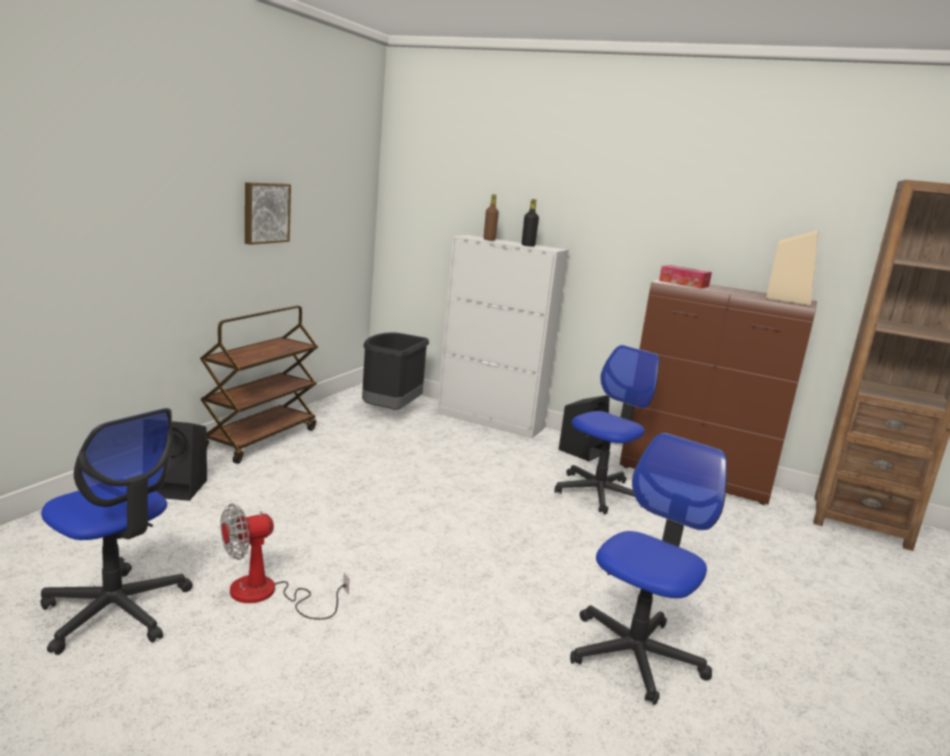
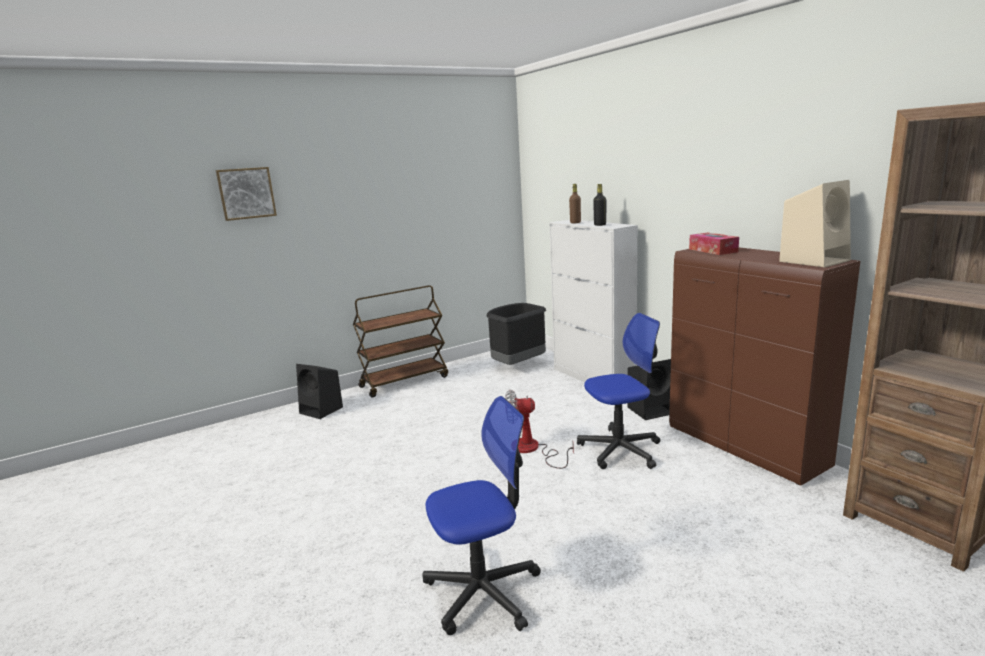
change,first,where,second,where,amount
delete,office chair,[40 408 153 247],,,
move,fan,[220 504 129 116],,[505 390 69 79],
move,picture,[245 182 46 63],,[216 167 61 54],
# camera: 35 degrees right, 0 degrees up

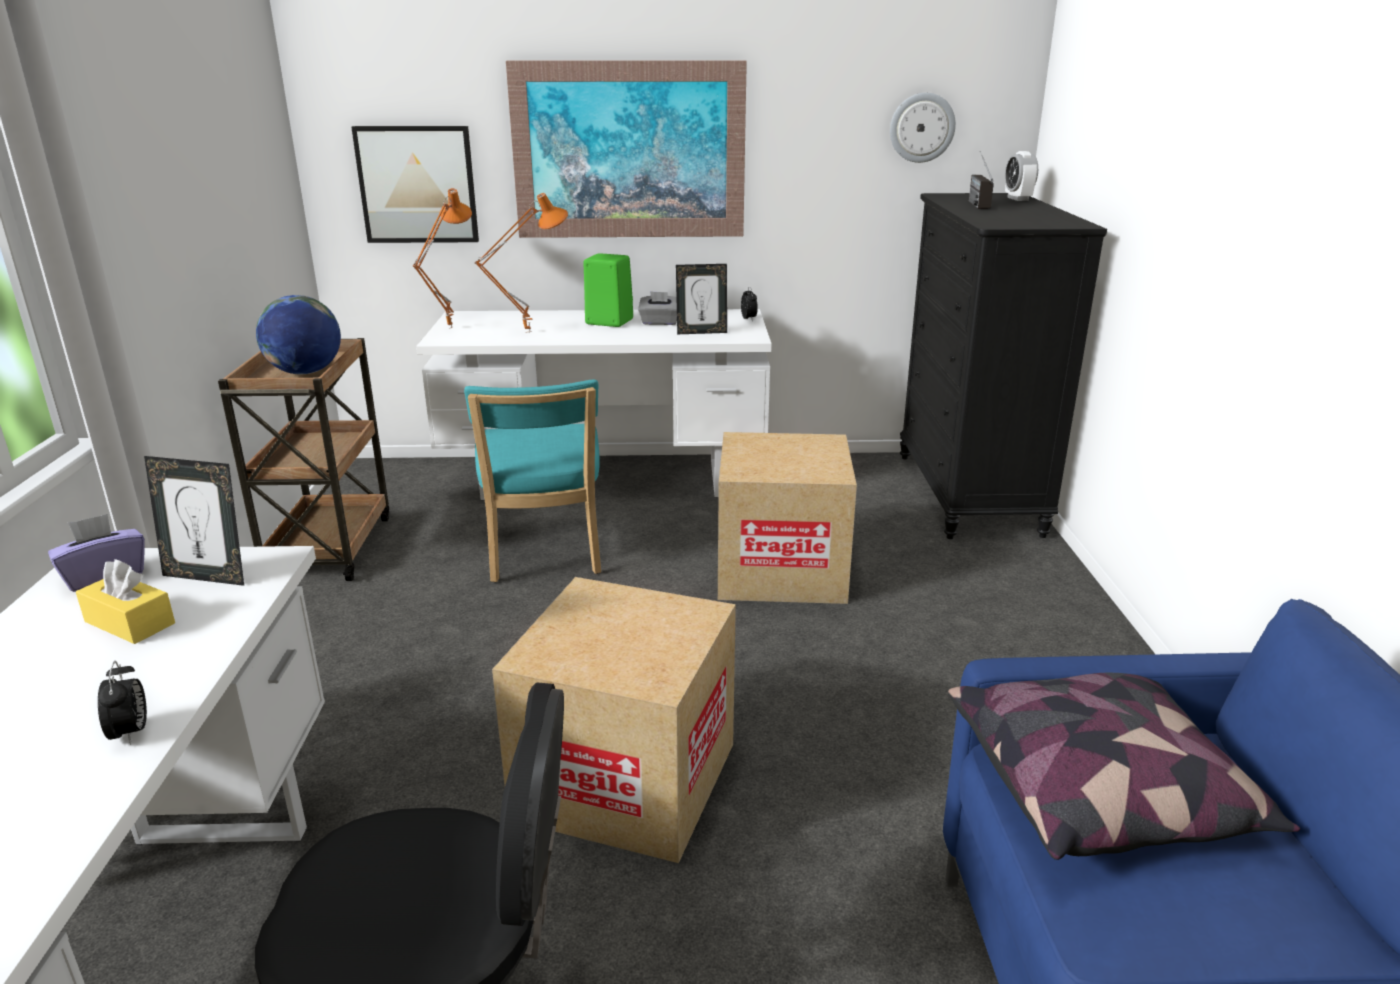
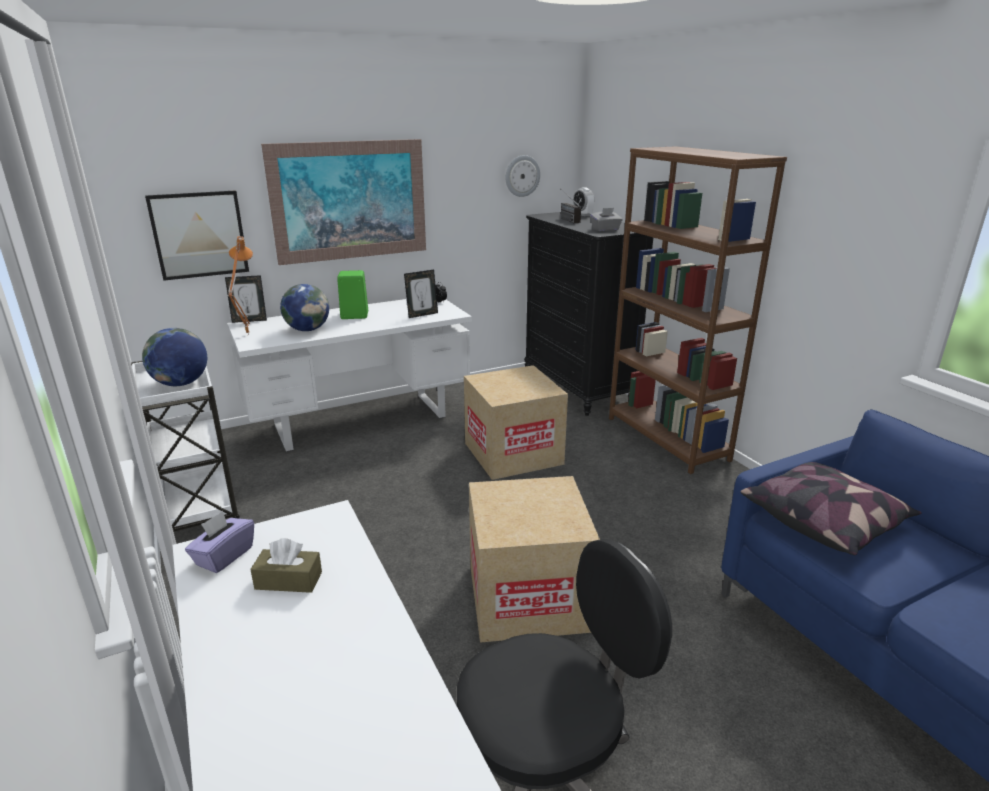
change,first,where,second,where,amount
recolor,tissue box/yellow,[76 559 99 85],tissue box/brown,[250 538 72 55],
delete,alarm clock,[98 661 49 84],,,
move,picture frame,[144 456 100 130],,[225 275 42 48],
recolor,cart/brown,[218 338 171 243],cart/white,[131 361 109 171],
delete,chair/turquoise,[464 379 137 203],,,
replace,table lamp/orange,[475 193 93 140],globe,[280 284 49 47],
move,tissue box/grey,[638 291 39 34],,[591 208 32 23],
insert,,,bookcase/brown,[609 146 178 328],
# camera: 25 degrees left, 0 degrees up

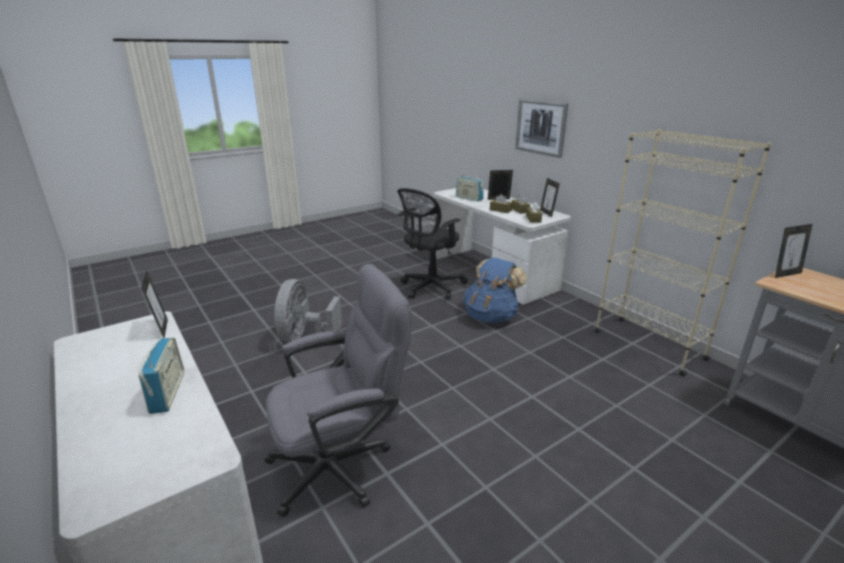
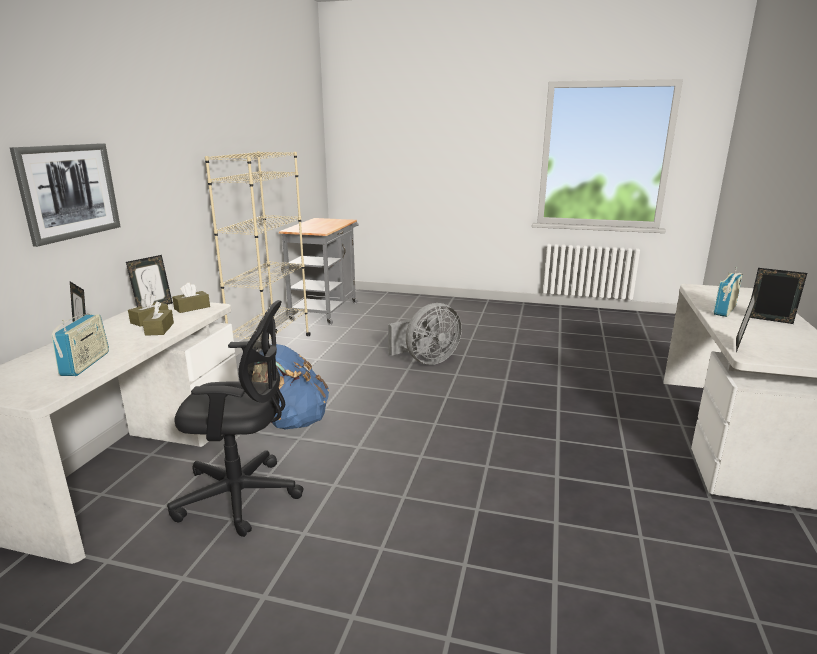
change,first,where,second,where,amount
delete,office chair/grey,[265 264 146 253],,,
move,fan/grey,[274 279 68 63],,[388 303 74 62],
move,picture frame,[775 224 37 54],,[750 268 57 56],
# camera: 130 degrees left, 5 degrees down

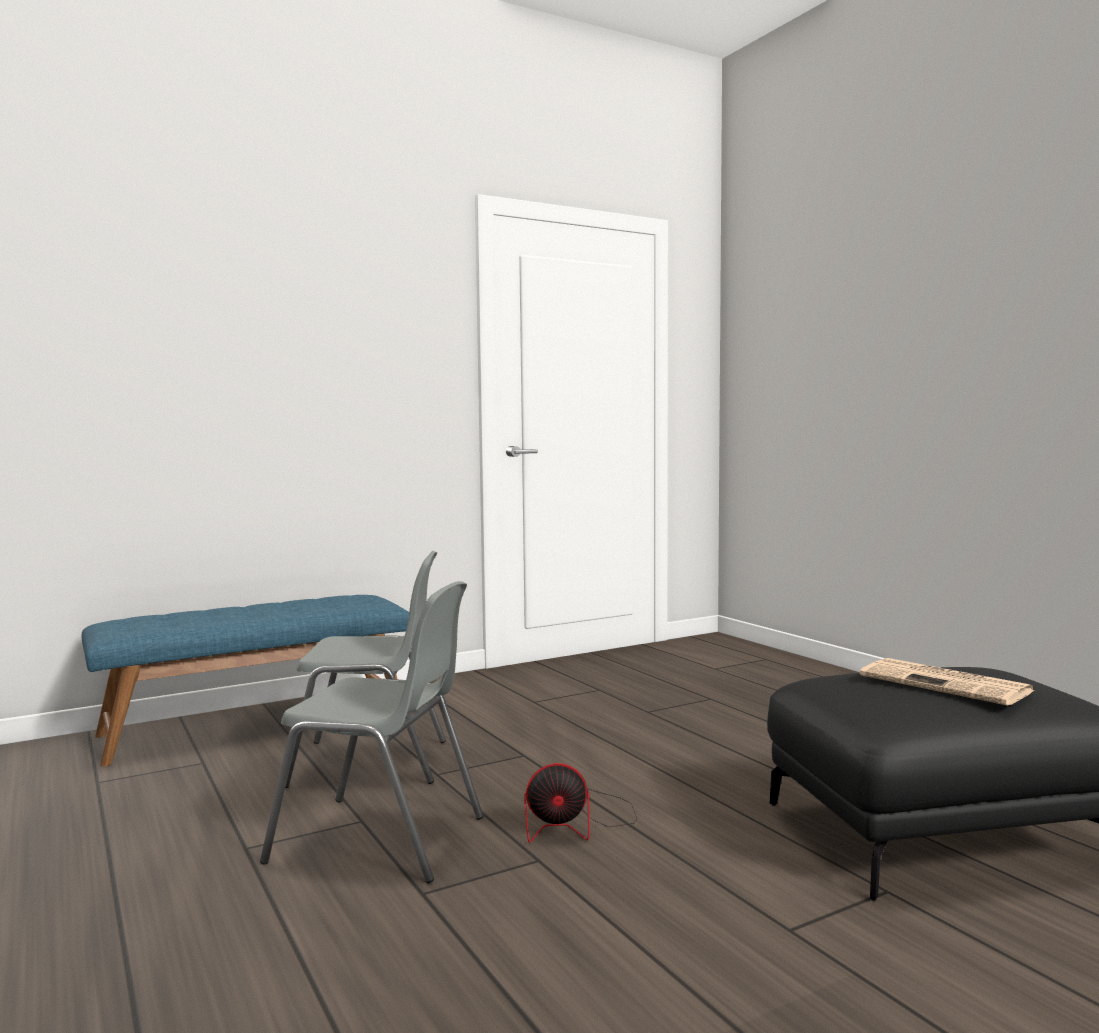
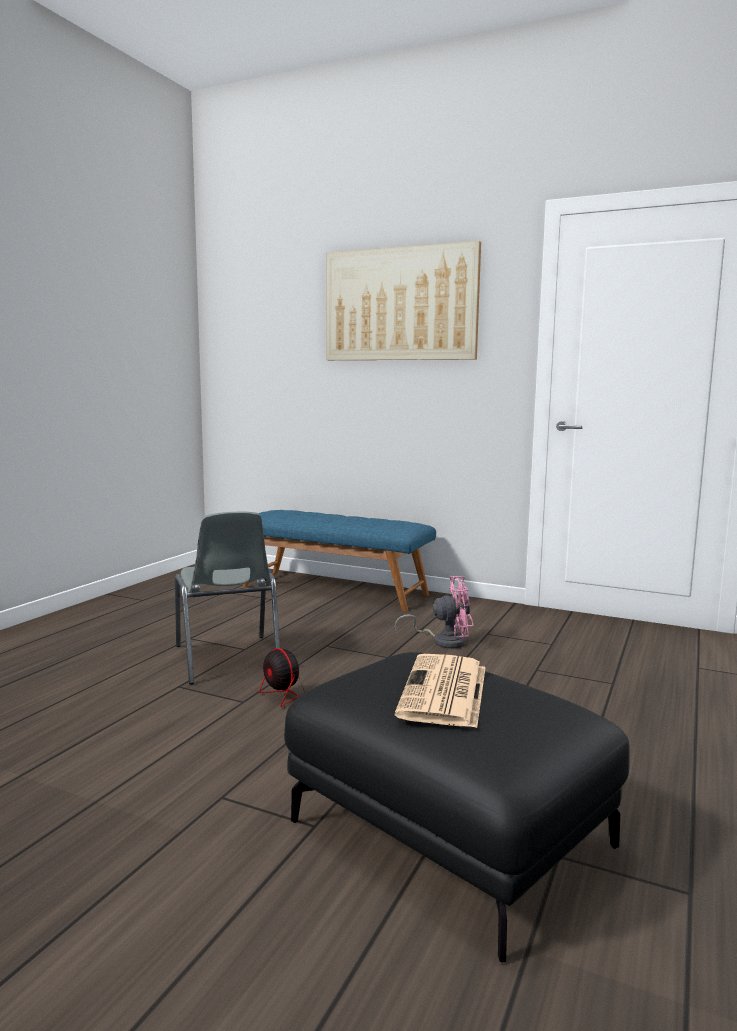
change,first,where,second,where,amount
delete,chair/grey,[285 551 161 237],,,
insert,,,picture,[326 241 155 119],
insert,,,fan/pink,[395 576 79 73],
# camera: 55 degrees right, 5 degrees up

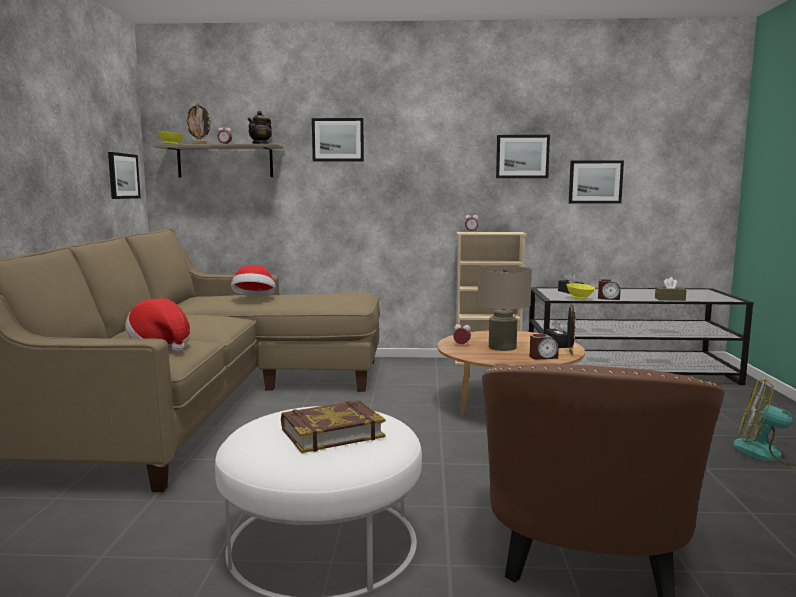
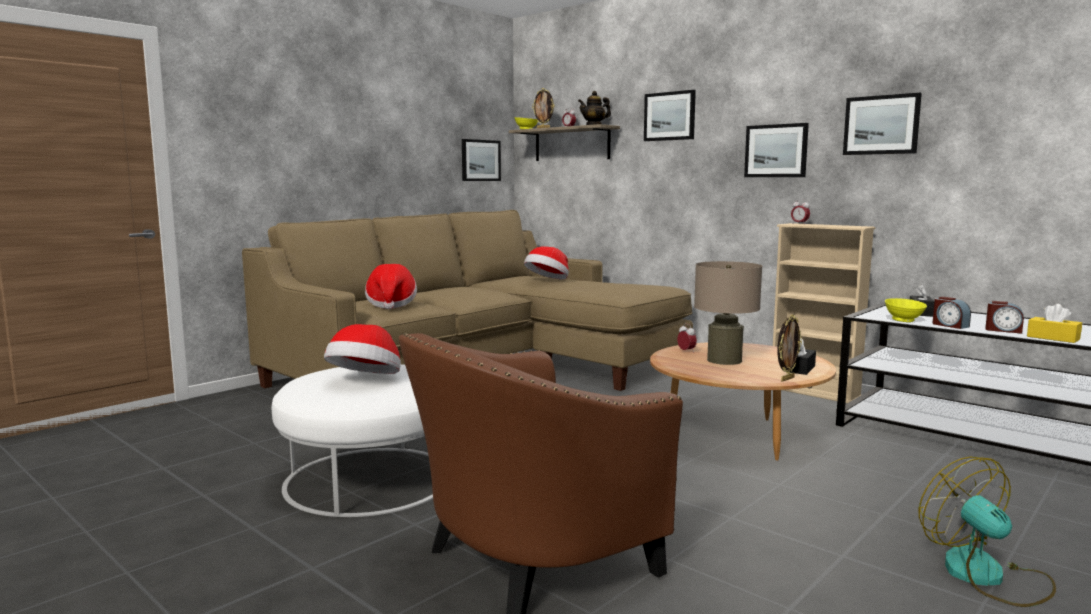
change,first,where,second,where,amount
replace,book,[281 400 104 53],hat,[324 324 77 50],
move,alarm clock,[530 334 29 25],,[985 301 39 33],
move,picture,[569 160 55 44],,[744 123 65 54],
recolor,tissue box/brown,[655 277 31 24],tissue box/yellow,[1027 304 55 39],
# camera: 40 degrees right, 0 degrees up

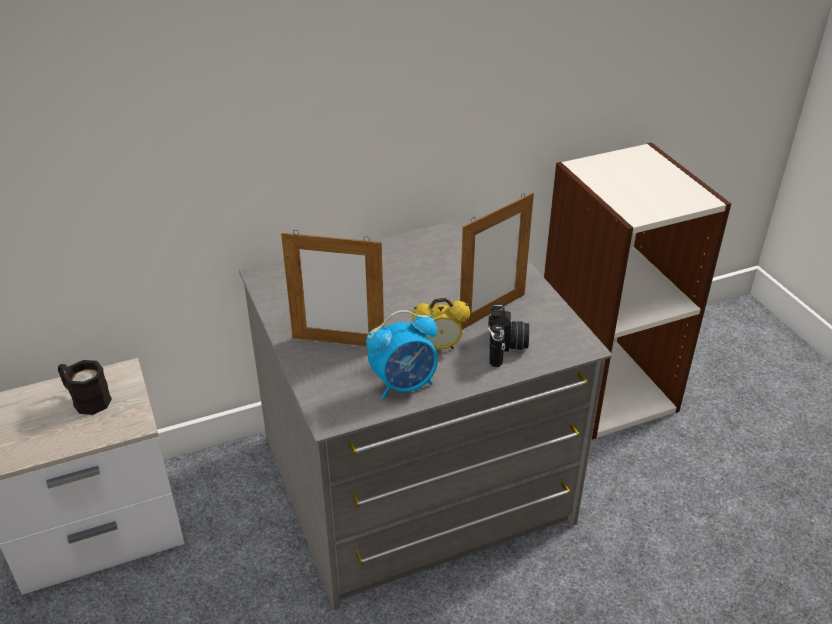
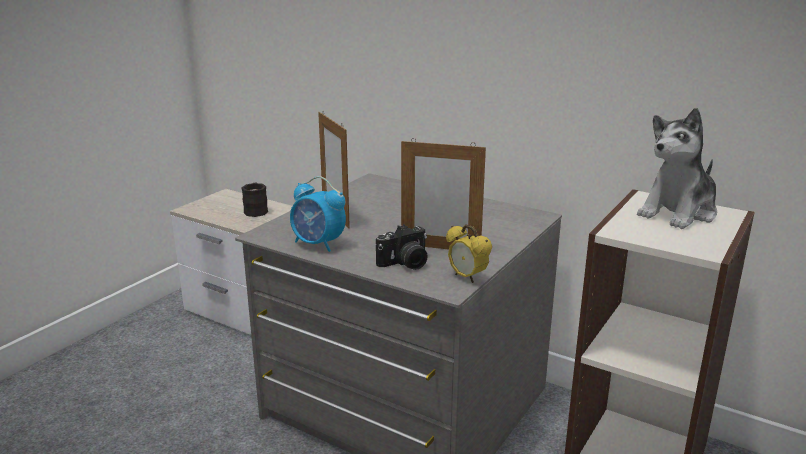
change,first,where,second,where,amount
move,alarm clock,[412 298 58 51],,[446 224 46 59],
insert,,,plush toy,[637 108 80 121],
# camera: 55 degrees right, 15 degrees down

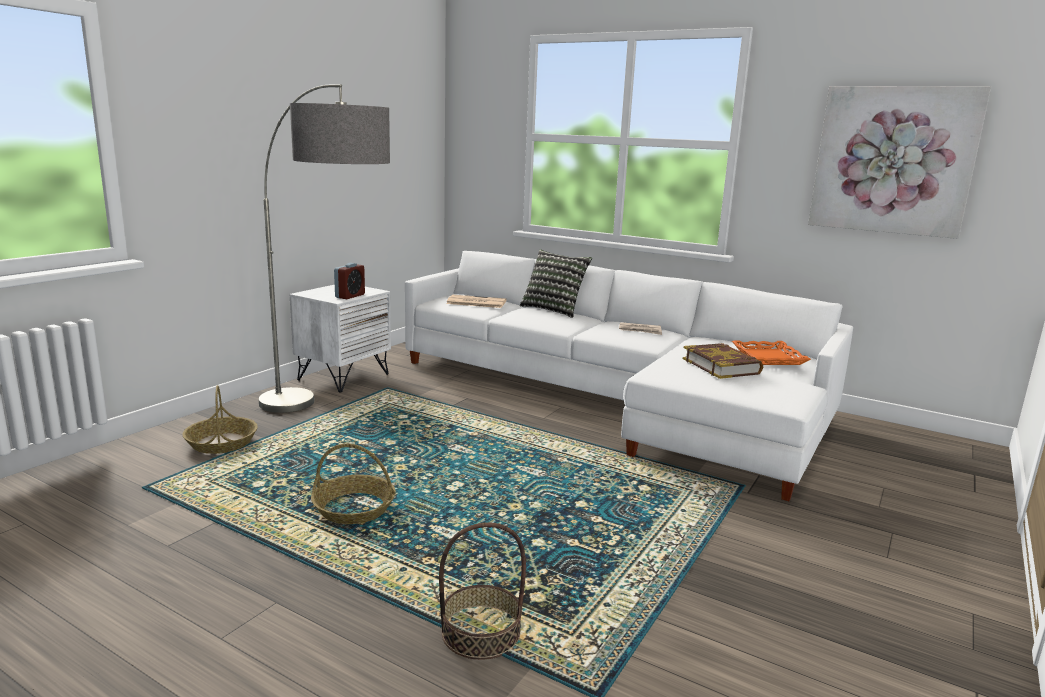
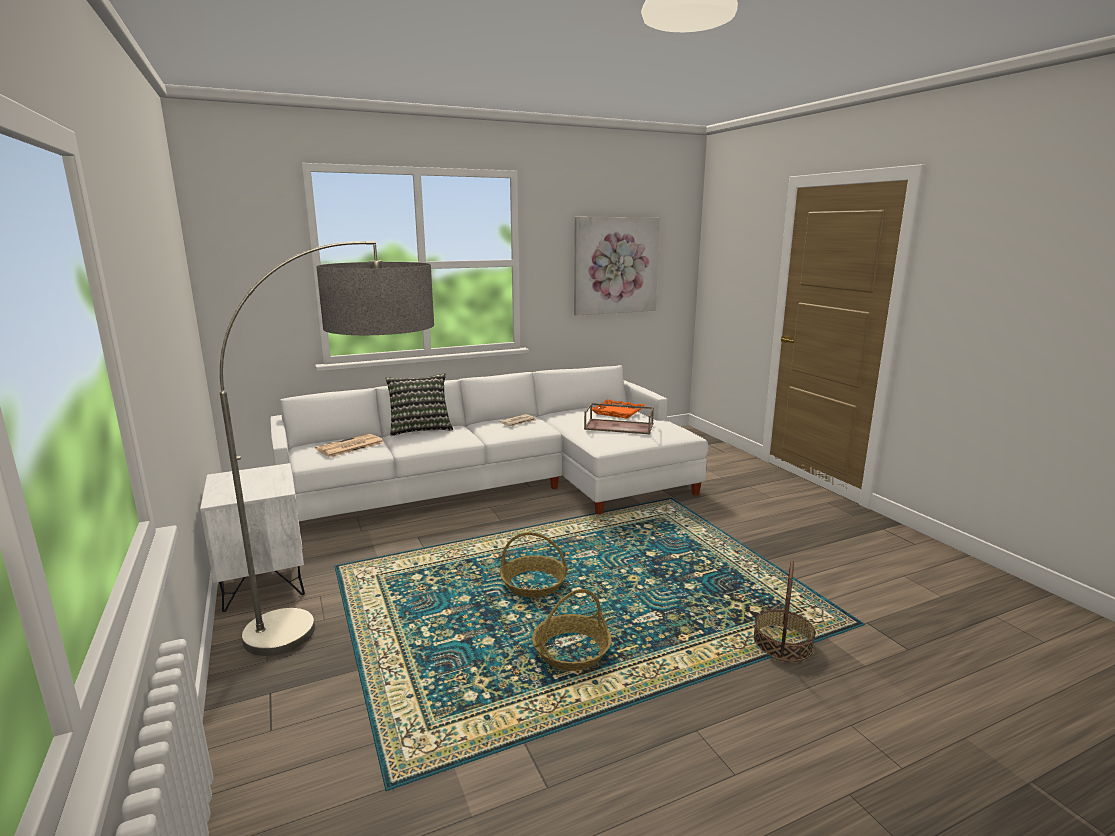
change,first,where,second,where,amount
move,basket,[182 385 76 69],,[500 532 67 66],
delete,alarm clock,[334 263 31 36],,,
replace,book,[683 343 80 36],tray/brown,[584 403 70 31],
# camera: 55 degrees left, 0 degrees up

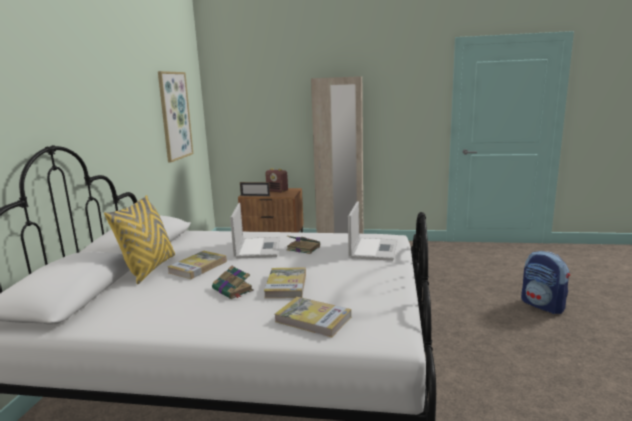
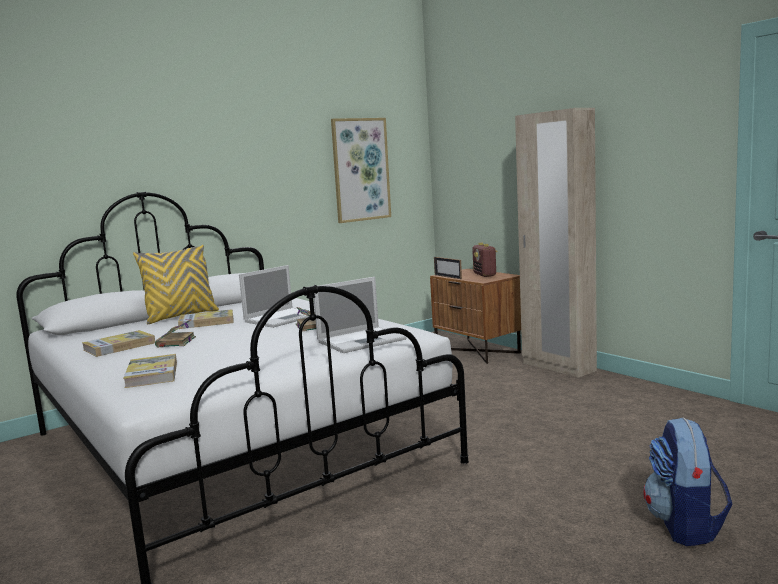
change,first,where,second,where,amount
move,book,[264 267 42 31],,[82 330 73 27],
# camera: 45 degrees right, 5 degrees down

